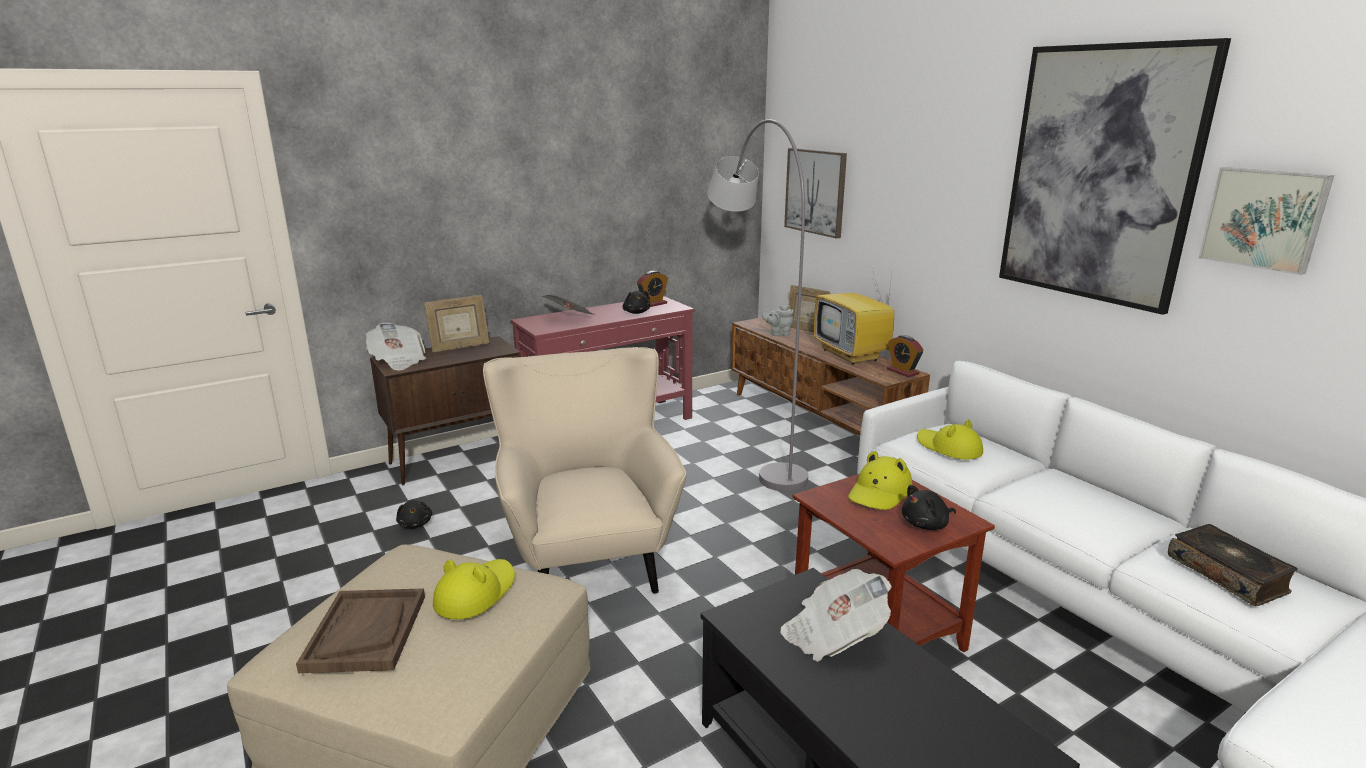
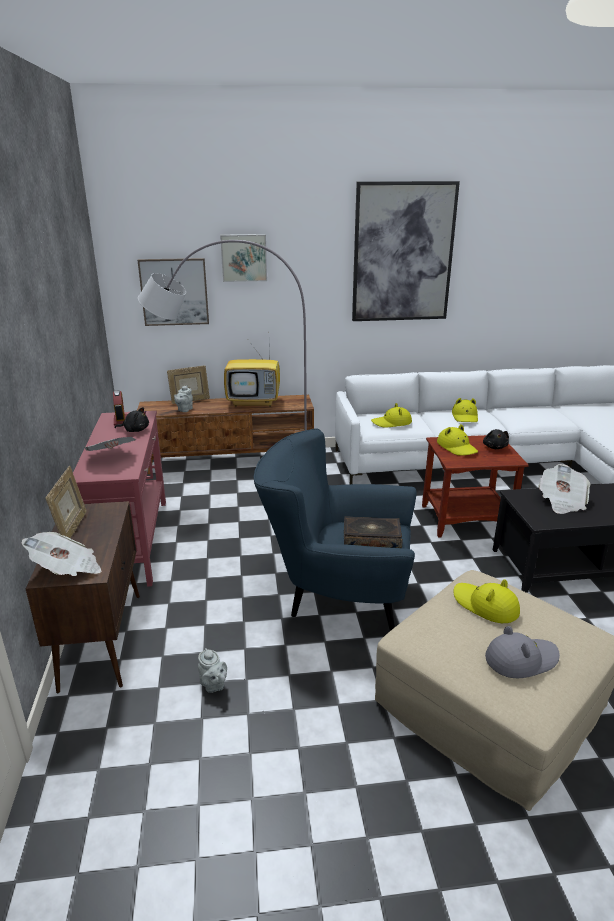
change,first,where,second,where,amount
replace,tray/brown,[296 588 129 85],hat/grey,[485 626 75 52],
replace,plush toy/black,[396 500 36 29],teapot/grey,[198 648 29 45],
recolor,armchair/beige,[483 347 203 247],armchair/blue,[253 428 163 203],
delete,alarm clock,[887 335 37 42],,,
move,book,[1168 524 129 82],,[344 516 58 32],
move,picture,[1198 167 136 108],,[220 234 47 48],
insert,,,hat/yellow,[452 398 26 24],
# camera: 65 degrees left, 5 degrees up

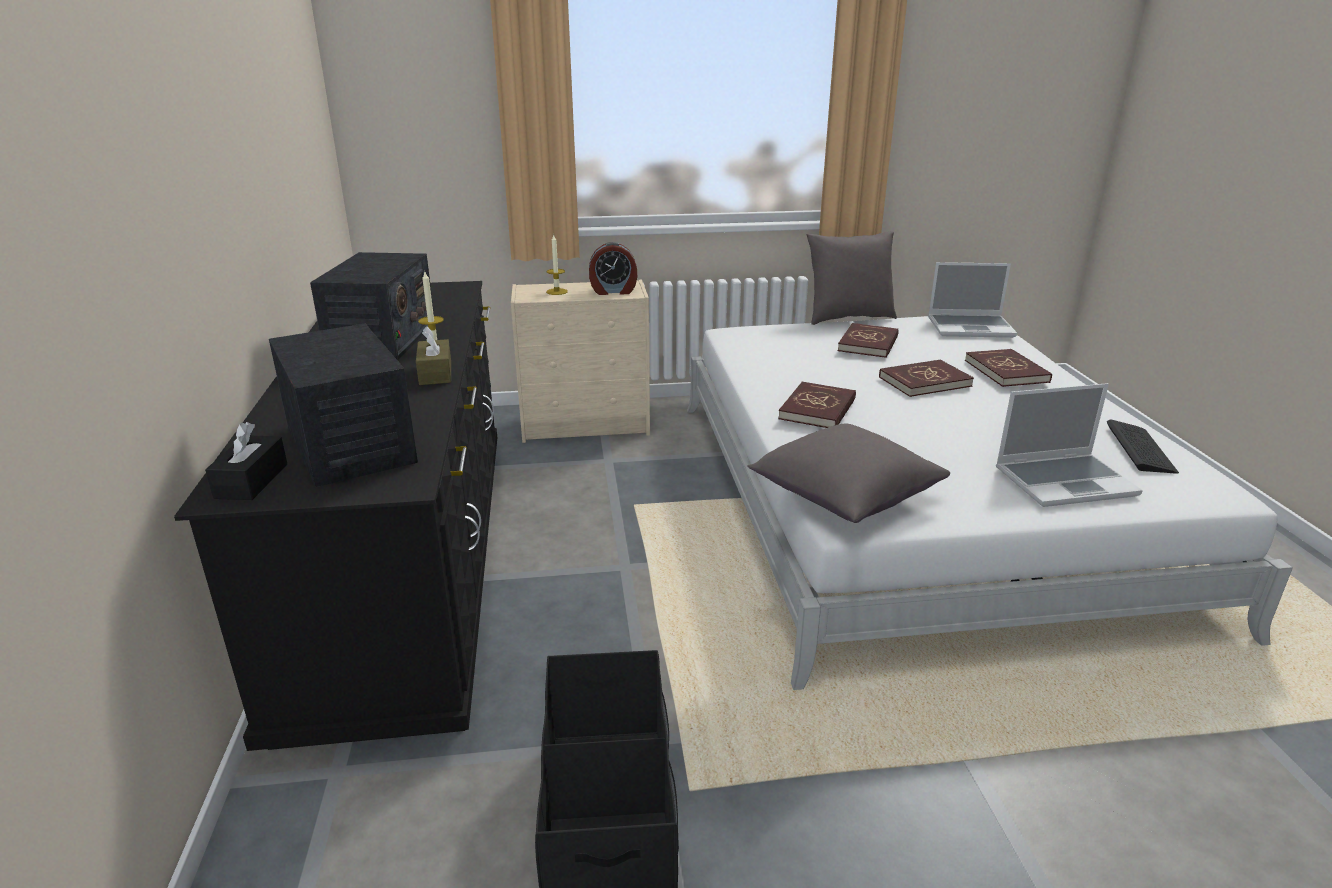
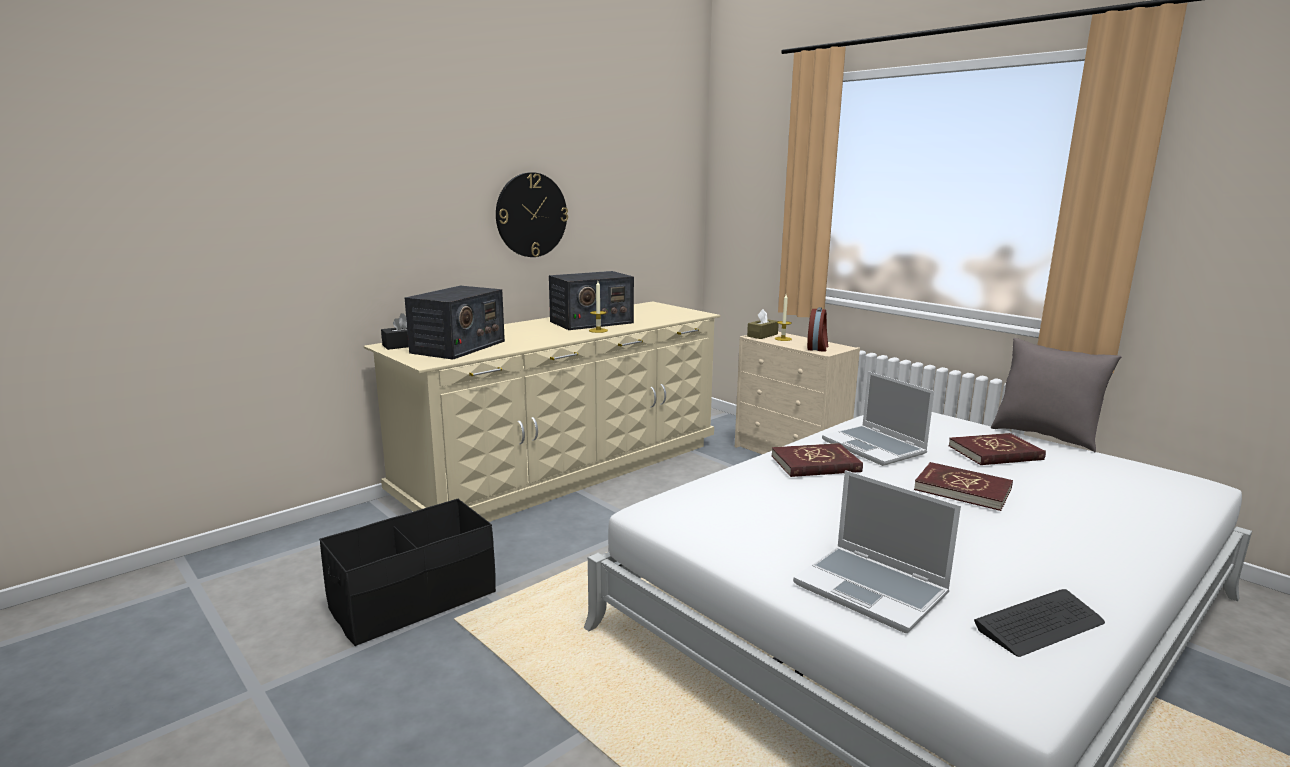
change,first,where,second,where,amount
recolor,dresser/black,[174 281 323 470],dresser/beige,[364 301 356 221],
move,tissue box/brown,[416 326 35 59],,[747 309 32 30],
rotate,alarm clock,[589 242 48 53],,[807 307 21 45],120 degrees counterclockwise
delete,pillow/grey,[747 424 203 99],,,
move,laptop,[928 262 89 76],,[822 371 112 95],
delete,book/red,[965 349 87 38],,,
insert,,,wall clock,[496 172 72 85],
# camera: 55 degrees right, 10 degrees down

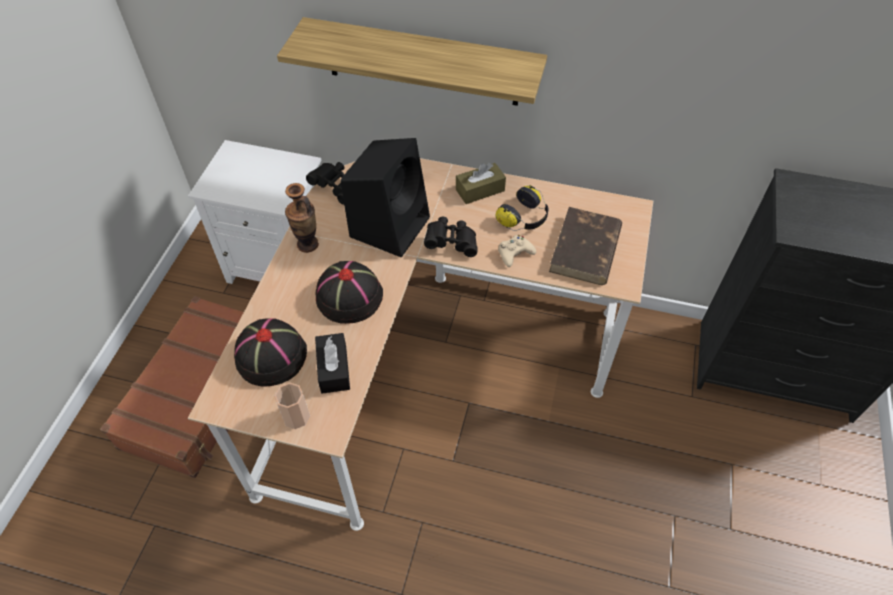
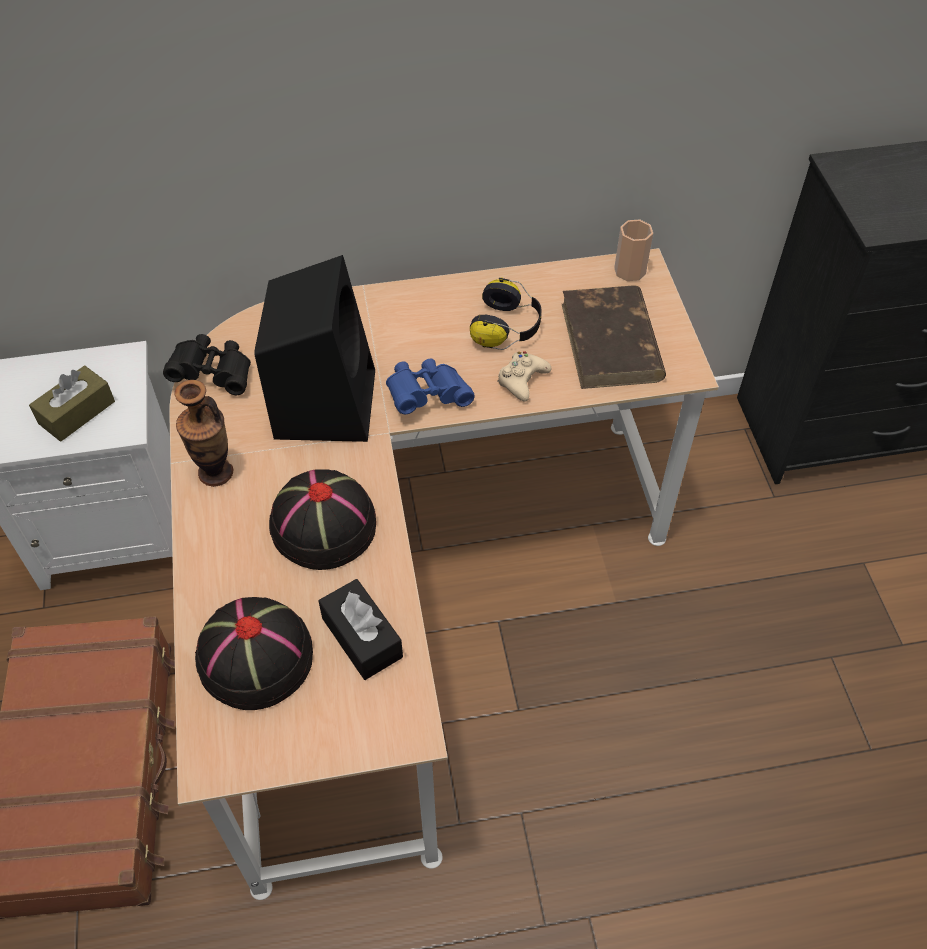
change,first,where,second,where,amount
move,cup,[274 383 36 46],,[614 220 39 61],
delete,shelf,[277 17 270 89],,,
recolor,binoculars/black,[424 217 54 40],binoculars/blue,[386 359 89 55],
move,tissue box/brown,[456 163 50 41],,[29 365 86 77],
# camera: 25 degrees left, 0 degrees up

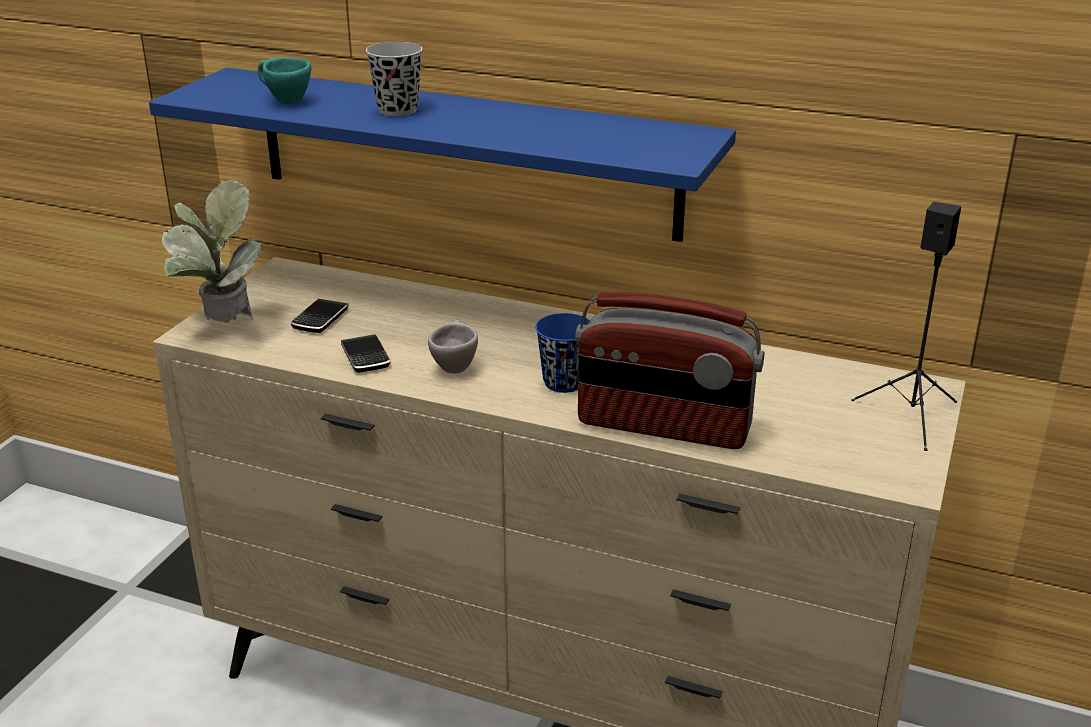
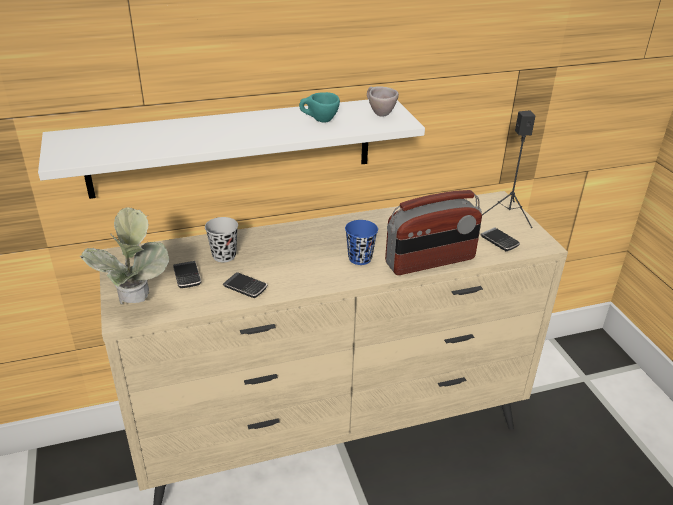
change,first,where,second,where,amount
recolor,shelf/blue,[149 68 587 174],shelf/white,[38 100 387 99],
move,cup/turquoise,[258 58 54 46],,[299 92 41 31],
move,cup/black,[366 42 56 74],,[205 217 33 45],
move,cup/beige,[428 320 50 53],,[367 87 32 30],
insert,,,phone,[480 228 40 23],
# camera: 40 degrees left, 5 degrees up

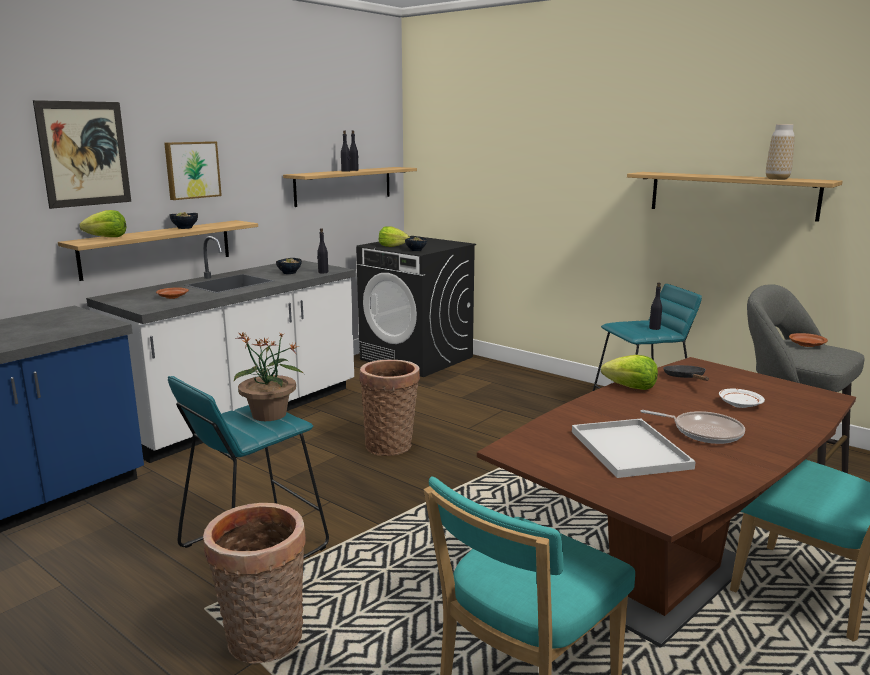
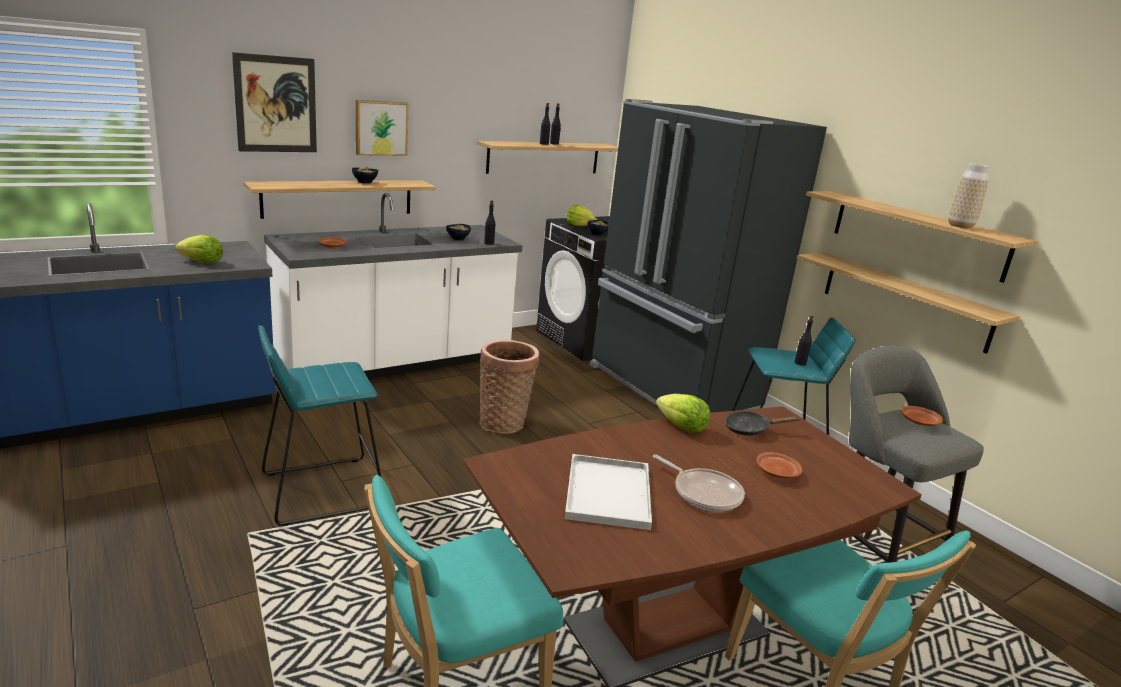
change,first,where,second,where,amount
move,lettuce,[79 210 47 27],,[175 235 48 28],
delete,basket,[203 503 103 160],,,
delete,potted plant,[234 332 70 89],,,
rotate,frying pan/black,[663 365 46 16],,[725 411 76 25],105 degrees counterclockwise
recolor,plate/white,[719 389 46 19],plate/brown,[756 452 46 26],
insert,,,fridge/black,[589 99 238 314],
insert,,,shelf,[797 252 223 102],
# camera: 15 degrees right, 5 degrees up

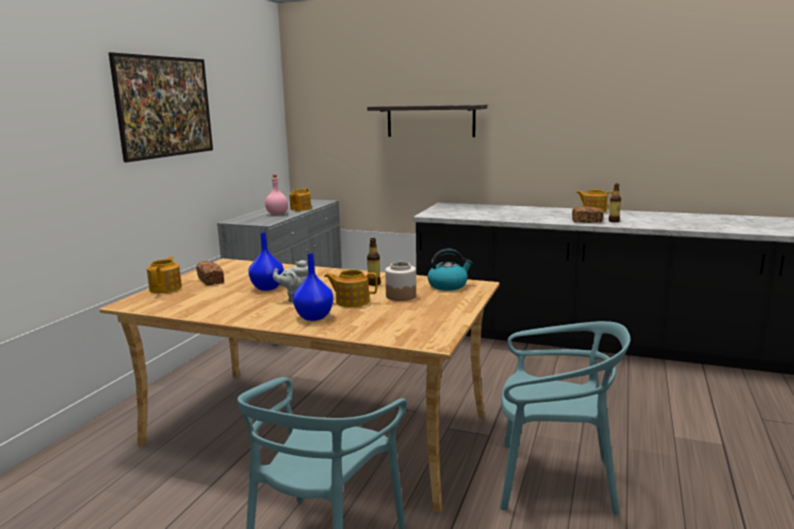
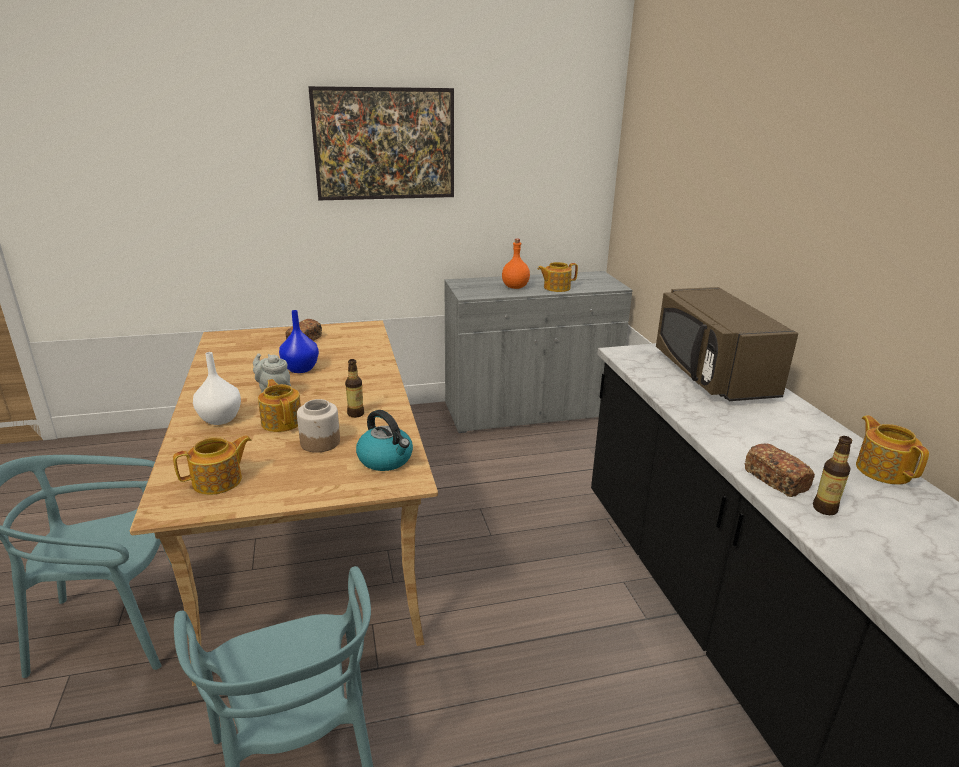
change,first,where,second,where,amount
move,teapot,[147 257 35 36],,[173 435 78 60],
recolor,bottle/pink,[265 175 23 40],bottle/orange,[502 239 28 50],
recolor,vase/blue,[293 253 40 68],vase/white,[193 352 48 73],
delete,shelf,[367 105 120 32],,,
insert,,,microwave/brown,[656 287 142 114],
# camera: 55 degrees right, 10 degrees up

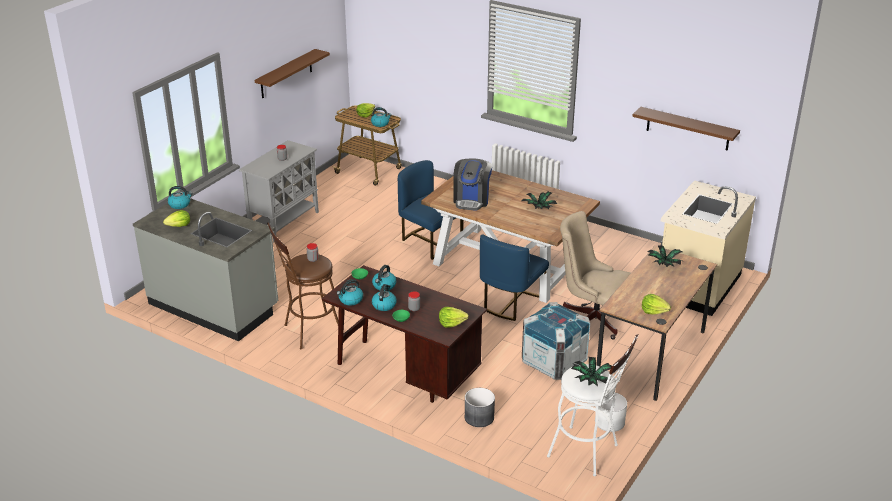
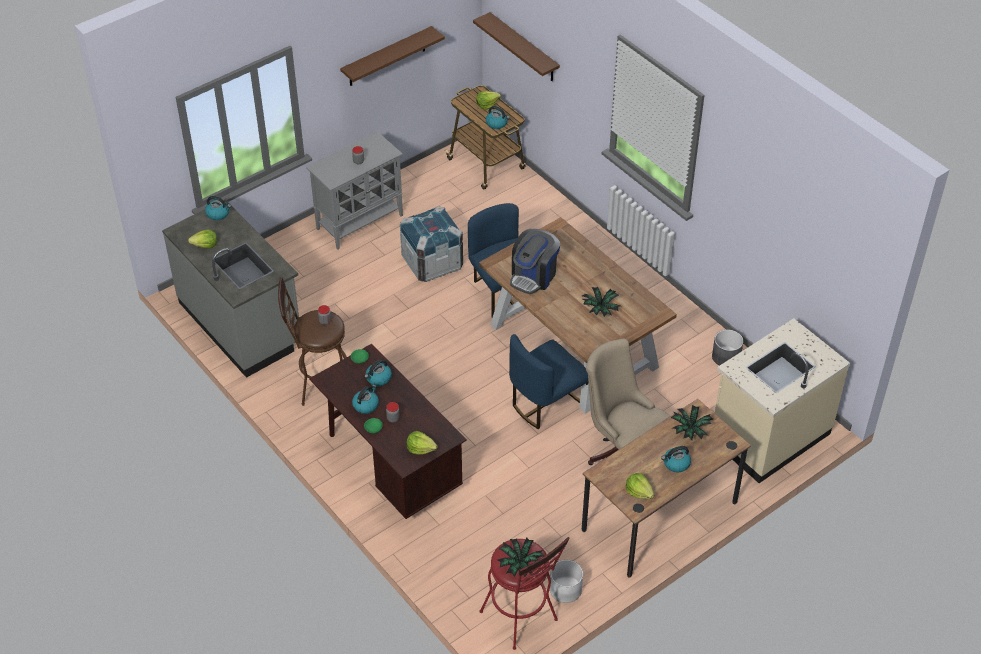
change,first,where,second,where,amount
move,kettle,[337 279 26 26],,[661 446 30 27],
move,planter/grey,[465 388 30 39],,[712 330 32 36],
move,crate,[522 302 68 78],,[400 206 63 76],
recolor,stool/white,[547 334 92 142],stool/red,[479 537 91 113],
move,shelf/brown,[632 107 108 44],,[473 12 87 69],
# camera: 20 degrees right, 15 degrees up

